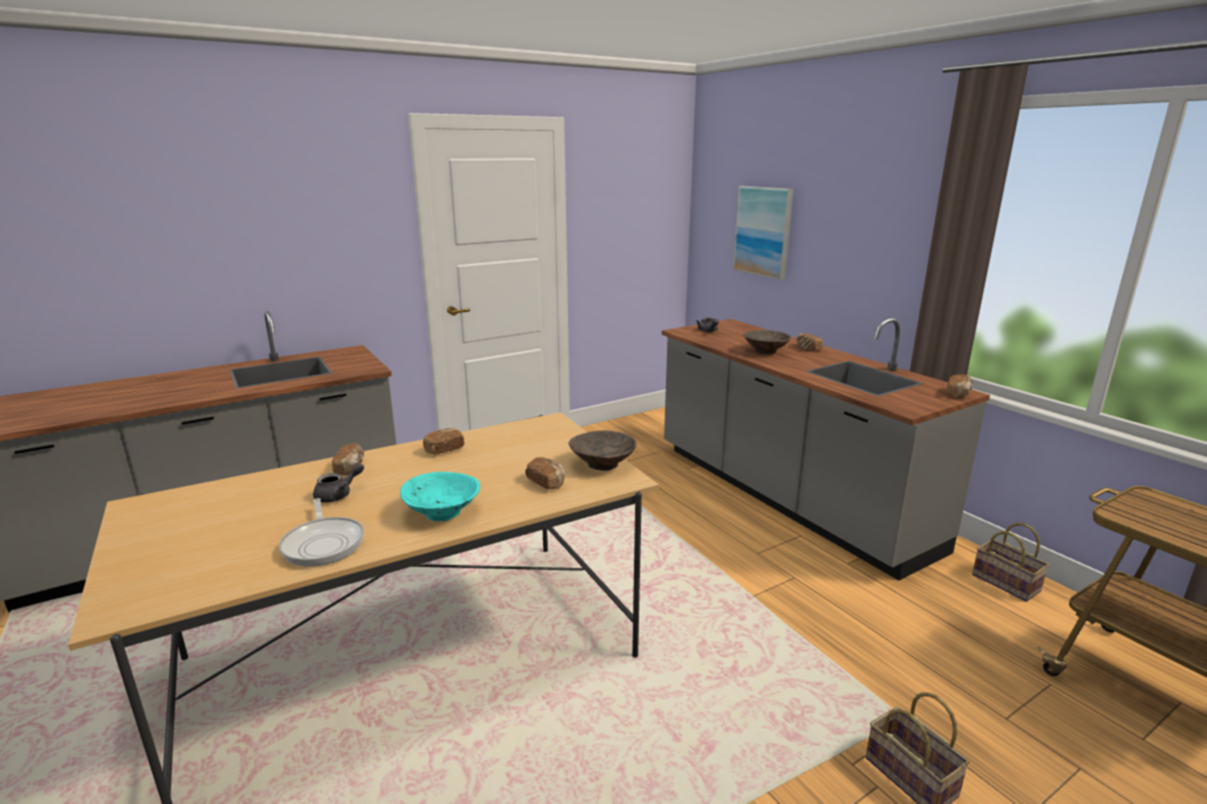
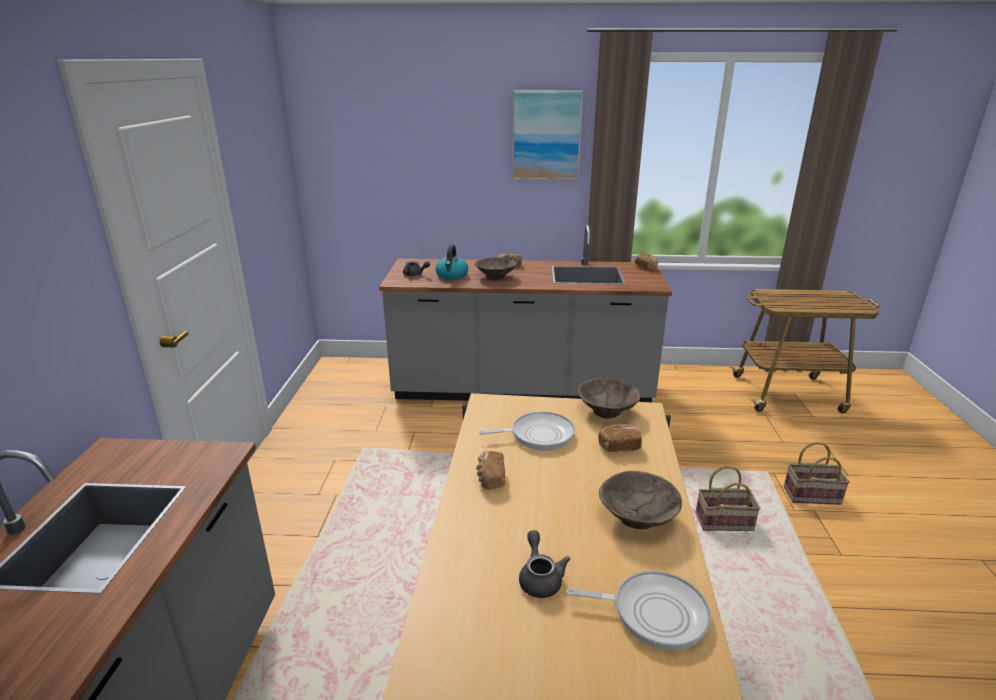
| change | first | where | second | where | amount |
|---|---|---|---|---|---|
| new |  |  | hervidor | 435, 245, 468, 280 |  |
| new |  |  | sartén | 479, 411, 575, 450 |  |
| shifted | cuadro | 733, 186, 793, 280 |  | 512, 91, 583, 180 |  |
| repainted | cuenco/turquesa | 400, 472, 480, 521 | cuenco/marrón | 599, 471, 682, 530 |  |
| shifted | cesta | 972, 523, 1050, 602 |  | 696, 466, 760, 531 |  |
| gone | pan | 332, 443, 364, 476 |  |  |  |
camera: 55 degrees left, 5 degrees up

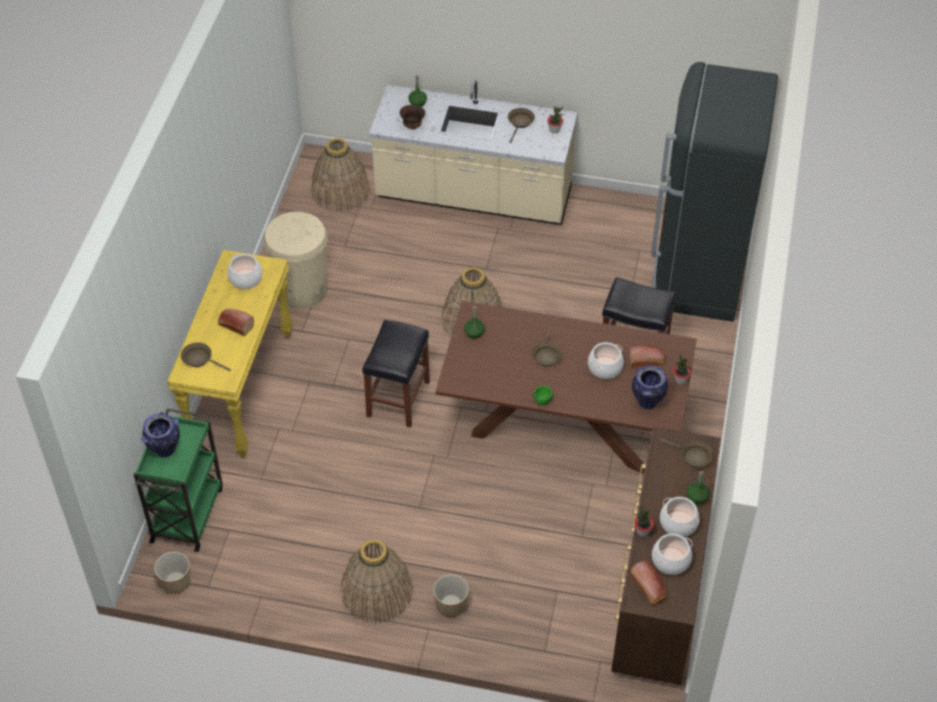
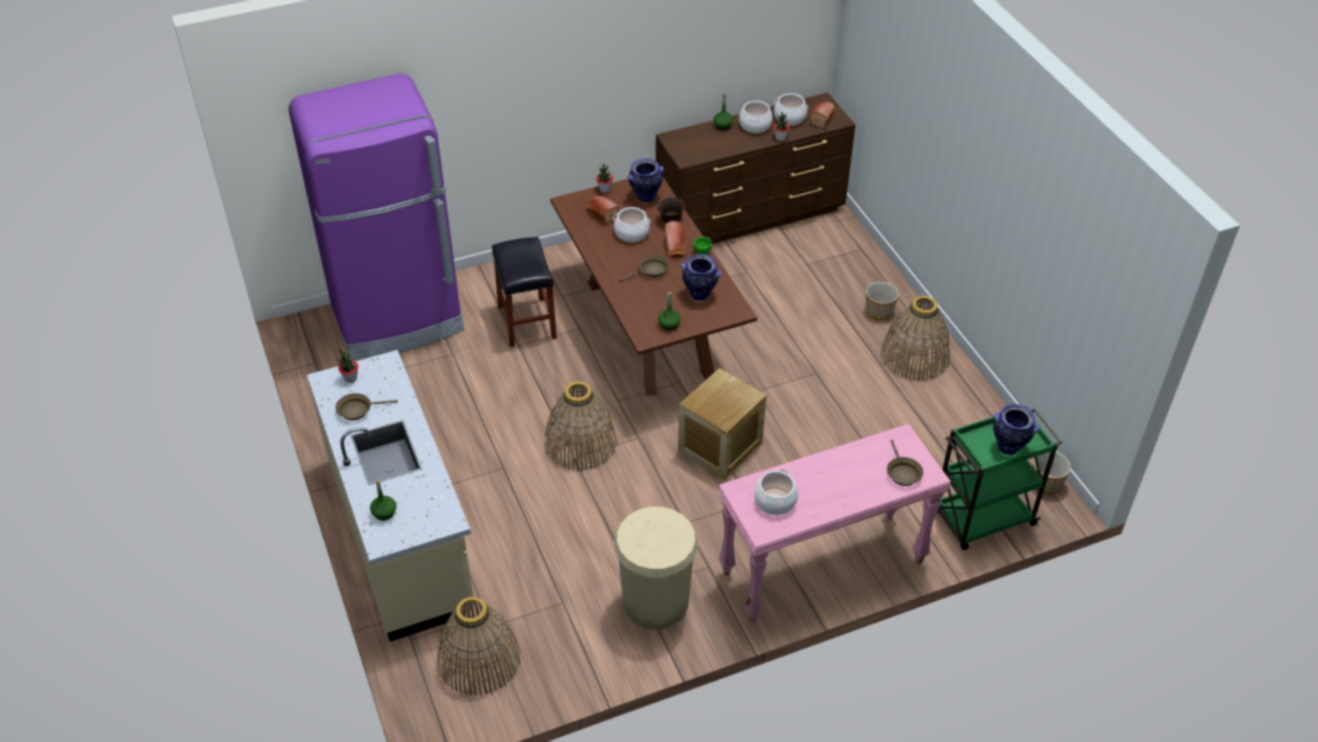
| change | first | where | second | where | amount |
|---|---|---|---|---|---|
| repainted | nevera/negro | 651, 62, 778, 322 | nevera/morado | 289, 74, 464, 360 |  |
| shifted | cuenco/marrón | 400, 105, 425, 129 |  | 657, 197, 685, 223 |  |
| shifted | pan | 218, 309, 254, 336 |  | 665, 221, 686, 258 |  |
| swapped | taburete/negro | 362, 320, 430, 428 | caja de embalaje | 678, 368, 767, 480 |  |
| new |  |  | florero | 681, 254, 721, 301 |  |
| repainted | mesa consola/amarillo | 167, 250, 293, 458 | mesa consola/rosa | 719, 424, 951, 623 |  |
| gone | sartén/marrón | 660, 438, 714, 468 |  |  |  |
camera: 125 degrees left, 5 degrees down

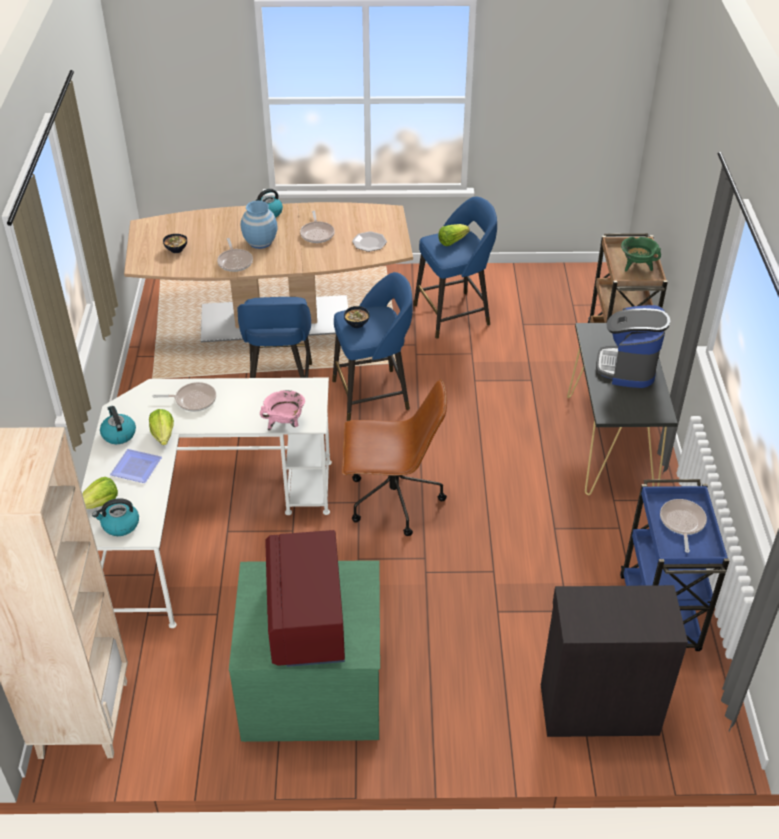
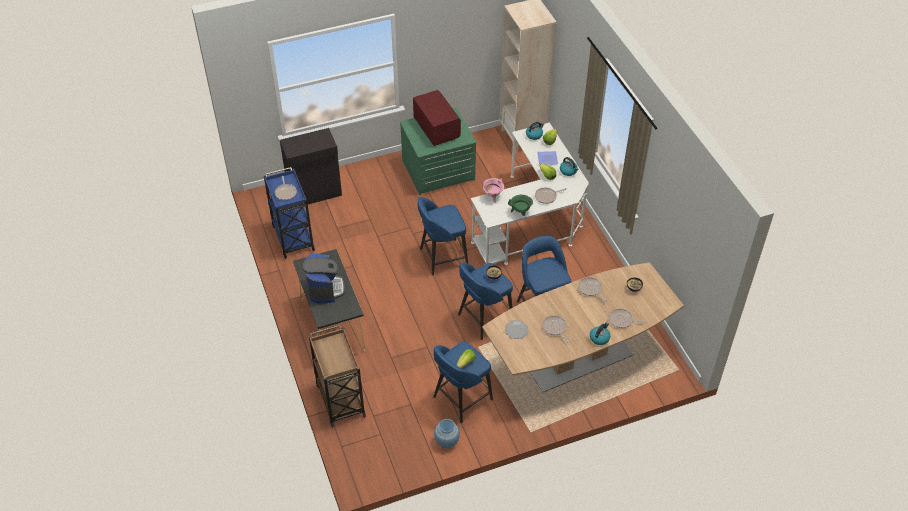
| change | first | where | second | where | amount |
|---|---|---|---|---|---|
| swapped | silla de oficina/marrón | 342, 379, 447, 536 | taburete/azul | 418, 197, 468, 275 |  |
| shifted | florero/azul | 241, 201, 278, 249 |  | 434, 419, 460, 448 |  |
| shifted | olla/verde | 621, 237, 661, 271 |  | 508, 195, 533, 216 |  |
| new |  |  | sartén | 609, 308, 647, 328 |  |
camera: 160 degrees right, 5 degrees up

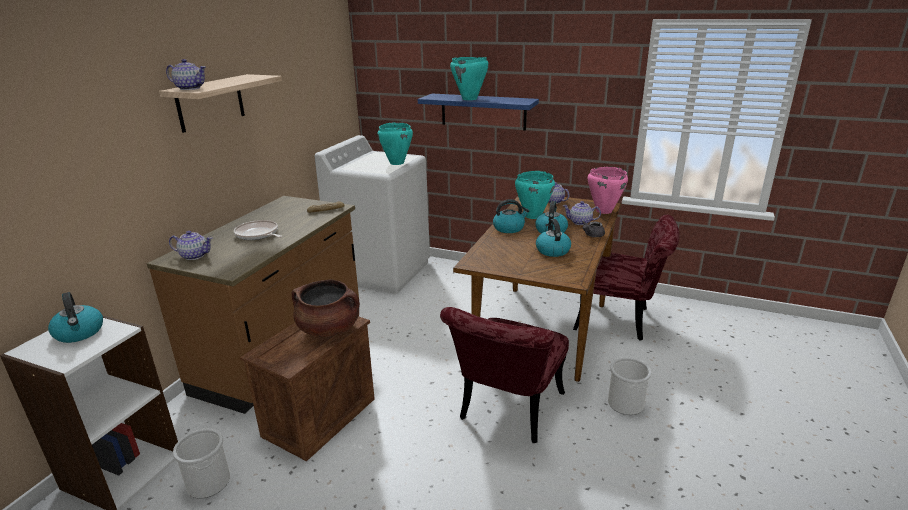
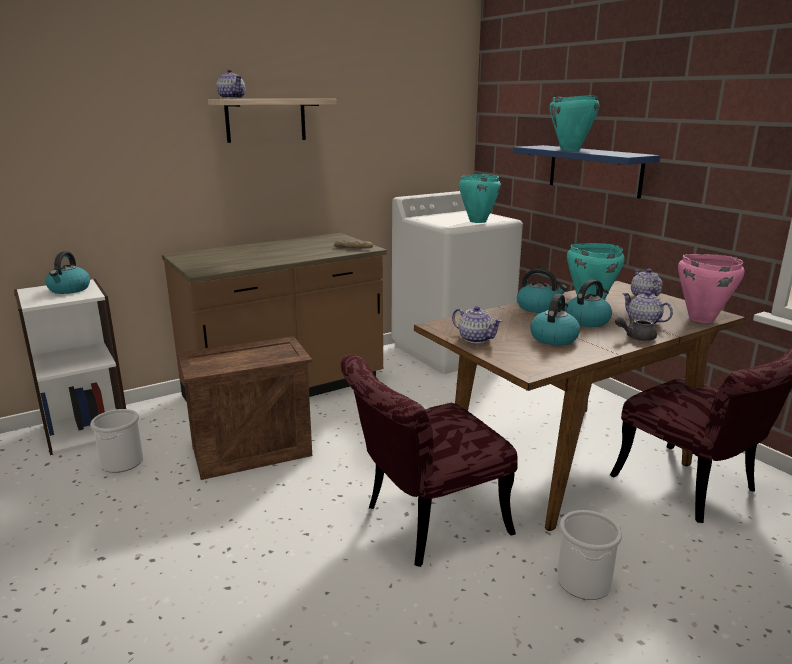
| change | first | where | second | where | amount |
|---|---|---|---|---|---|
| shifted | tetera | 169, 231, 213, 260 |  | 452, 306, 503, 343 |  |
| gone | sartén | 234, 220, 282, 240 |  |  |  |
| gone | olla/marrón | 292, 280, 360, 337 |  |  |  |
camera: 35 degrees right, 5 degrees down

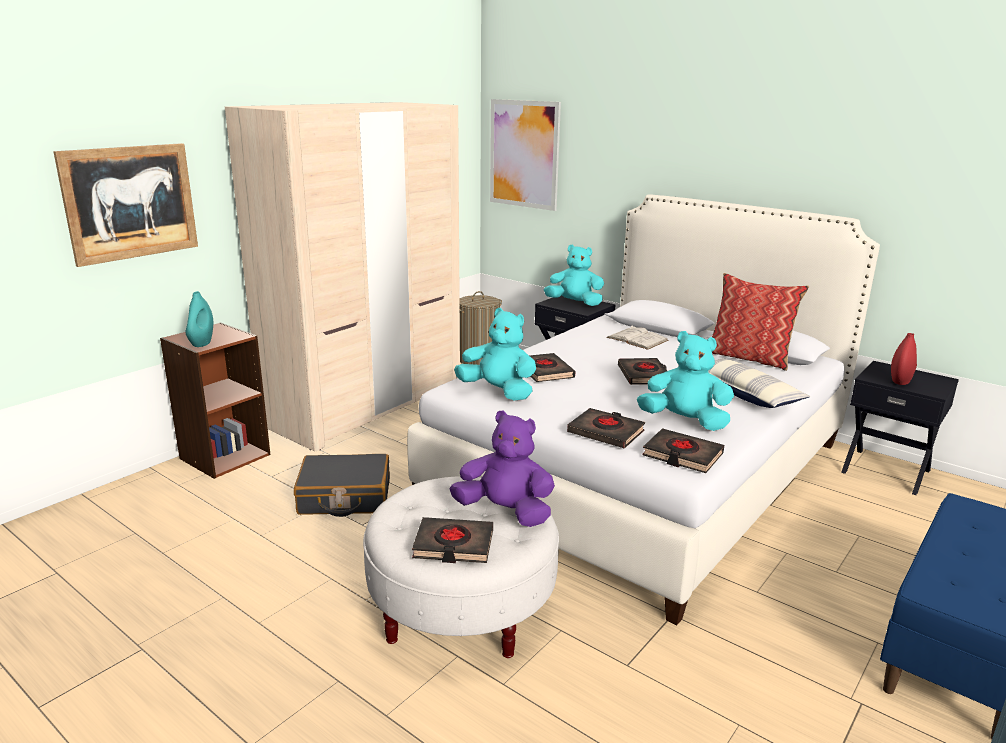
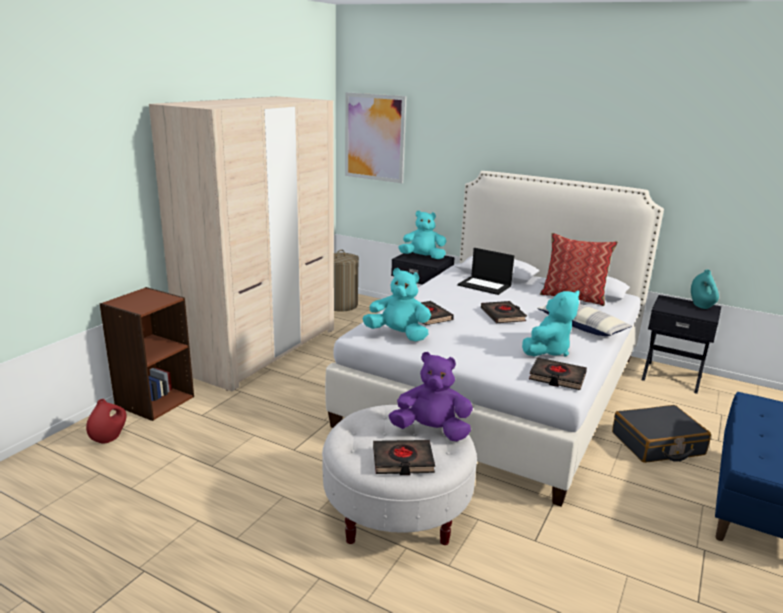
| change | first | where | second | where | amount |
|---|---|---|---|---|---|
| shifted | florero/rojo | 891, 333, 917, 385 |  | 86, 399, 126, 444 |  |
| swapped | libro/blanco | 606, 326, 669, 350 | portátil | 458, 248, 514, 295 |  |
| rotated | peluche/turquesa | 637, 331, 734, 431 |  | 522, 290, 579, 357 | 120 degrees clockwise |
| shifted | maleta/negro | 294, 454, 390, 517 |  | 612, 405, 711, 463 |  |
| shifted | florero/turquesa | 185, 291, 213, 347 |  | 691, 269, 719, 309 |  |
| gone | cuadro | 53, 143, 198, 267 |  |  |  |
| gone | libro/negro | 567, 408, 645, 449 |  |  |  |
camera: 10 degrees left, 0 degrees up

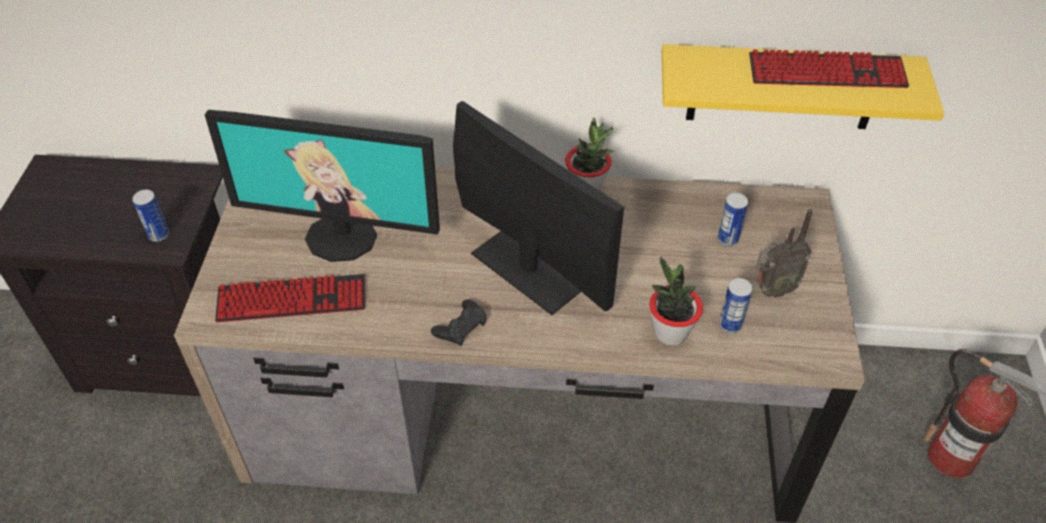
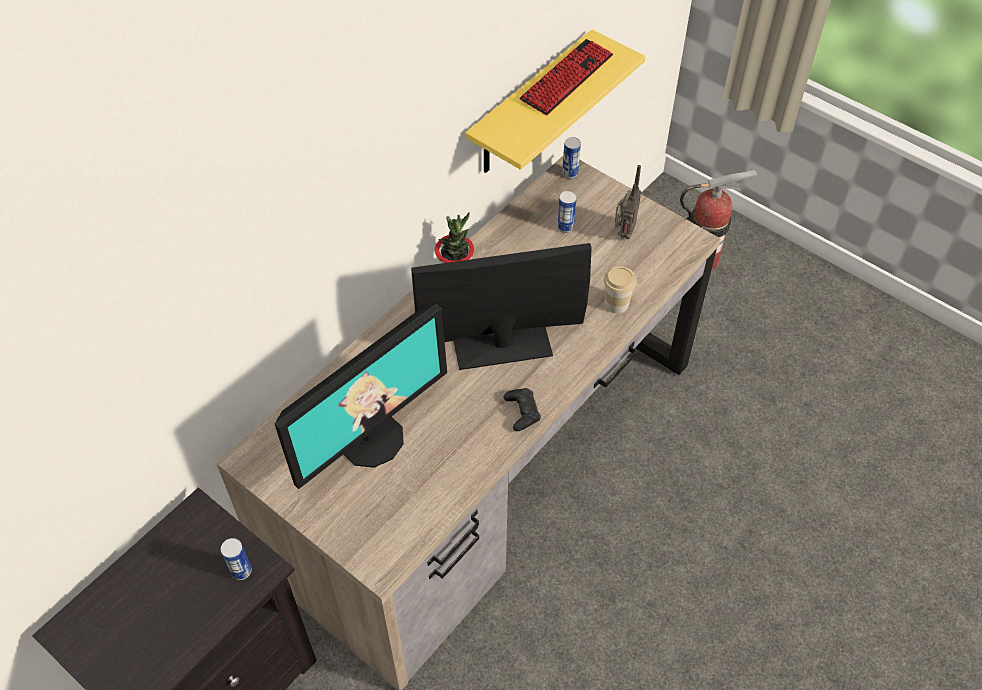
| change | first | where | second | where | amount |
|---|---|---|---|---|---|
| shifted | lata | 719, 278, 752, 333 |  | 562, 137, 581, 179 |  |
| swapped | planta en maceta | 649, 256, 703, 346 | taza | 604, 266, 637, 313 |  |
| gone | teclado | 215, 274, 366, 322 |  |  |  |
camera: 55 degrees left, 5 degrees up

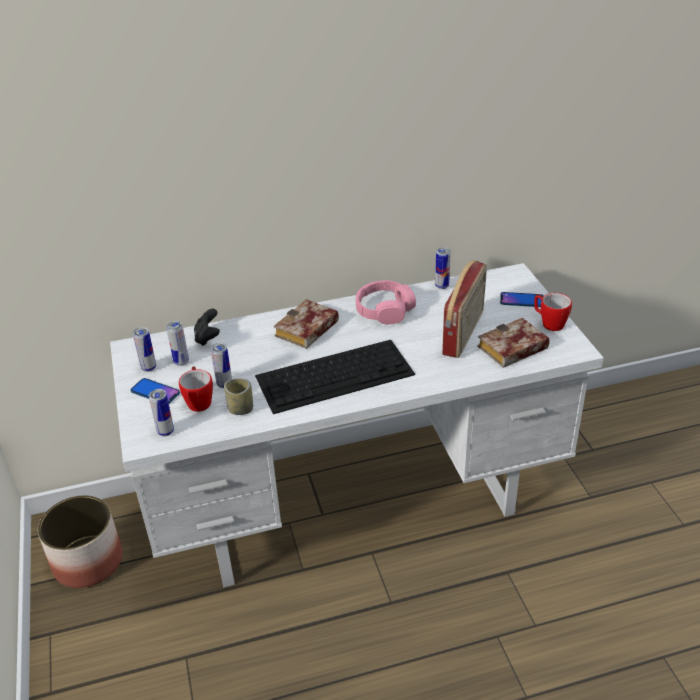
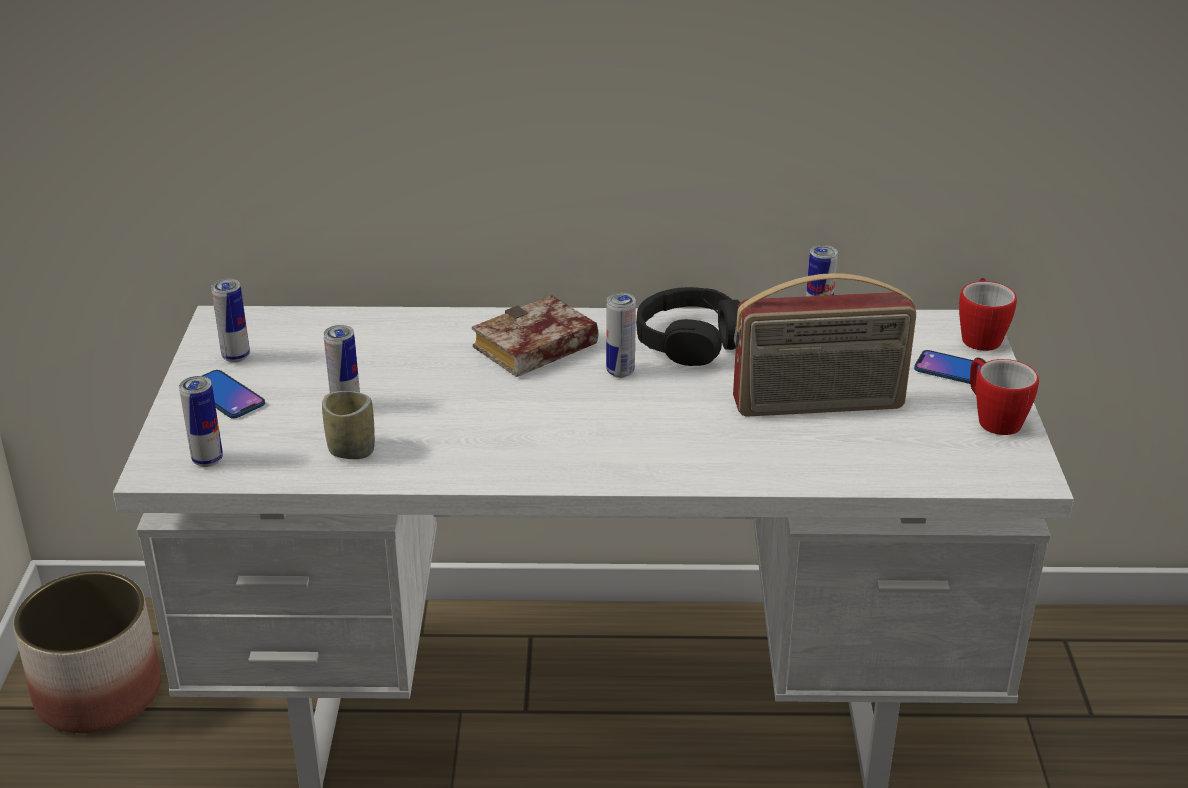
| change | first | where | second | where | amount |
|---|---|---|---|---|---|
| shifted | lata | 166, 321, 189, 366 |  | 606, 293, 636, 378 |  |
| repainted | auriculares/rosa | 356, 280, 416, 324 | auriculares/negro | 636, 287, 741, 366 |  |
| rotated | radio | 442, 260, 487, 358 |  | 733, 273, 916, 417 | 45 degrees clockwise |
| shifted | taza grande | 179, 366, 213, 412 |  | 959, 278, 1017, 351 |  |
| gone | mando de consola/negro | 194, 309, 220, 346 |  |  |  |
| gone | teclado | 255, 340, 415, 414 |  |  |  |
| gone | libro | 478, 318, 550, 368 |  |  |  |
camera: 15 degrees right, 5 degrees down

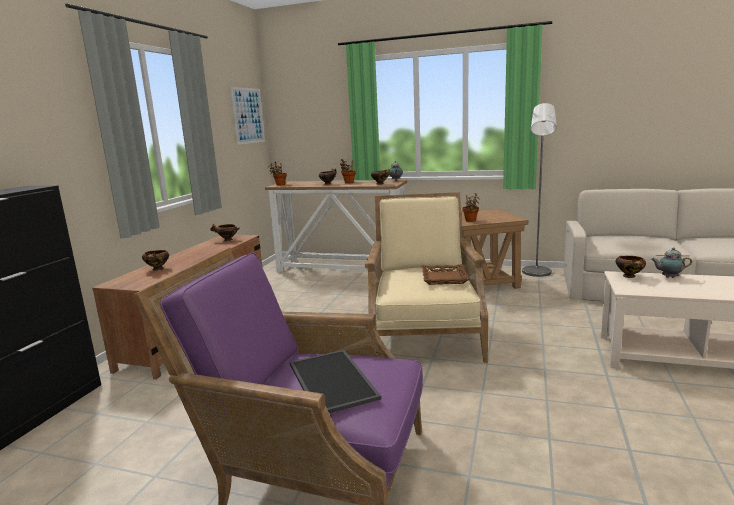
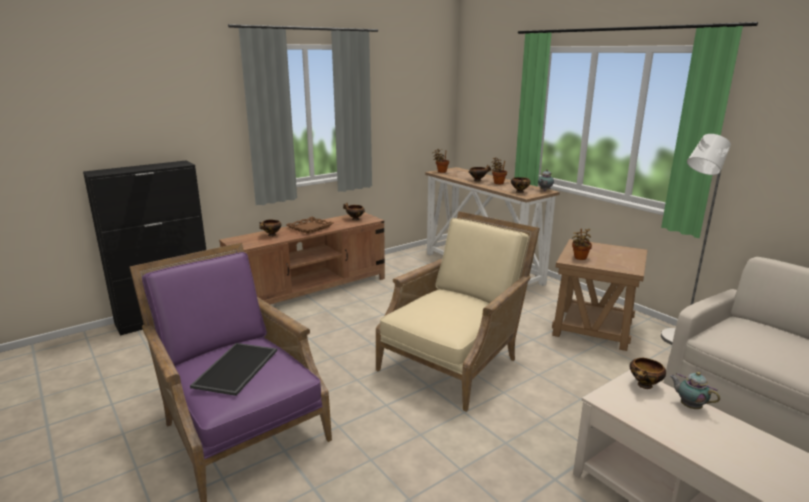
| change | first | where | second | where | amount |
|---|---|---|---|---|---|
| shifted | bandeja/marrón | 422, 264, 469, 285 |  | 286, 217, 333, 234 |  |
| gone | cuadro | 231, 87, 265, 145 |  |  |  |
camera: 35 degrees right, 5 degrees up

